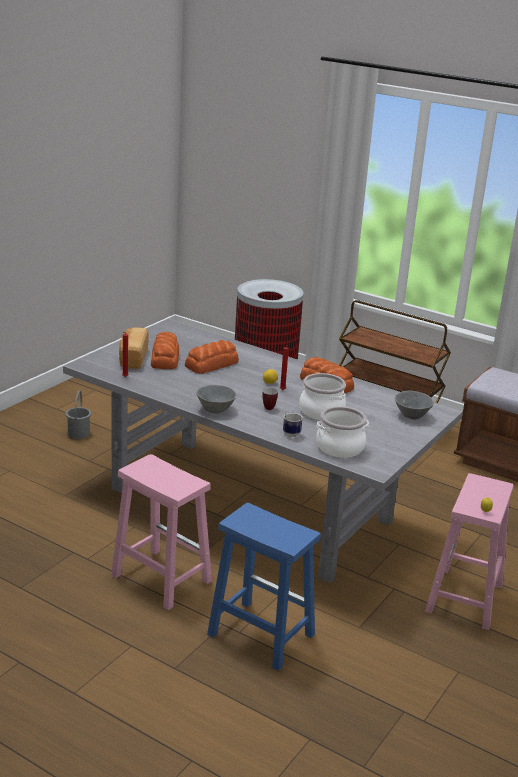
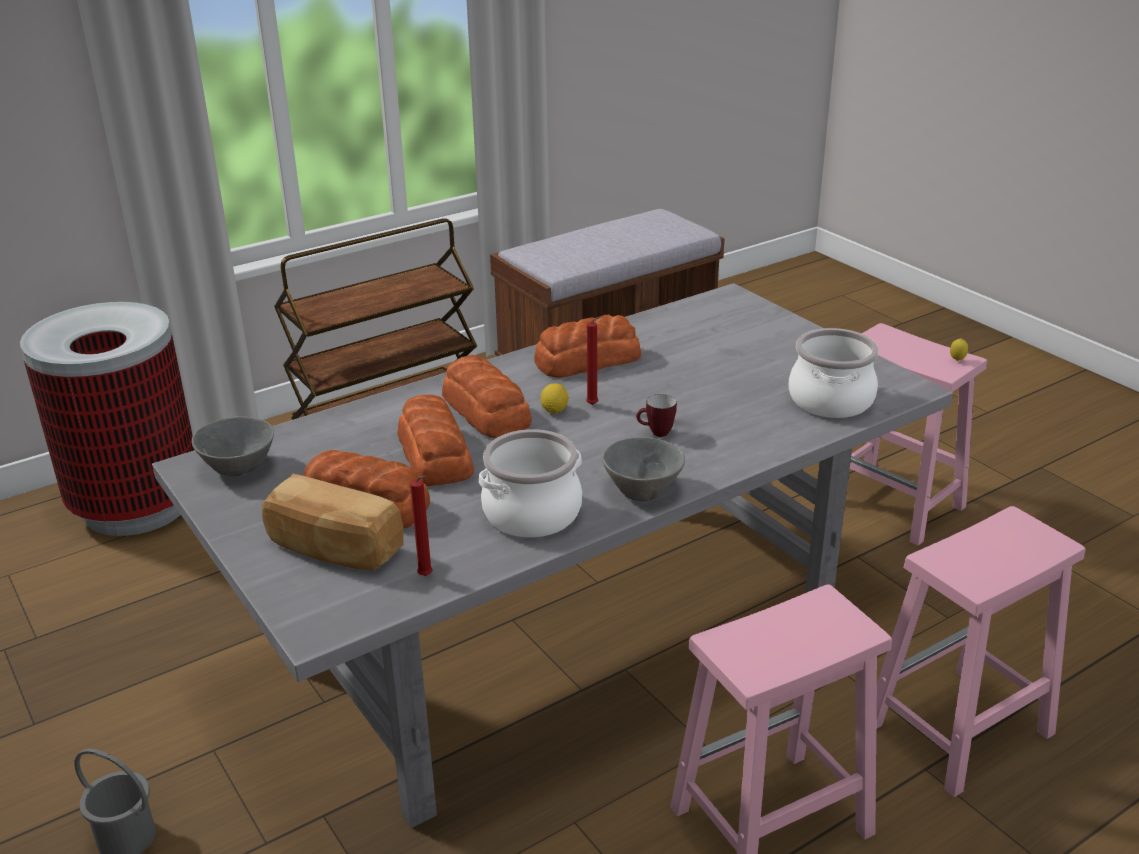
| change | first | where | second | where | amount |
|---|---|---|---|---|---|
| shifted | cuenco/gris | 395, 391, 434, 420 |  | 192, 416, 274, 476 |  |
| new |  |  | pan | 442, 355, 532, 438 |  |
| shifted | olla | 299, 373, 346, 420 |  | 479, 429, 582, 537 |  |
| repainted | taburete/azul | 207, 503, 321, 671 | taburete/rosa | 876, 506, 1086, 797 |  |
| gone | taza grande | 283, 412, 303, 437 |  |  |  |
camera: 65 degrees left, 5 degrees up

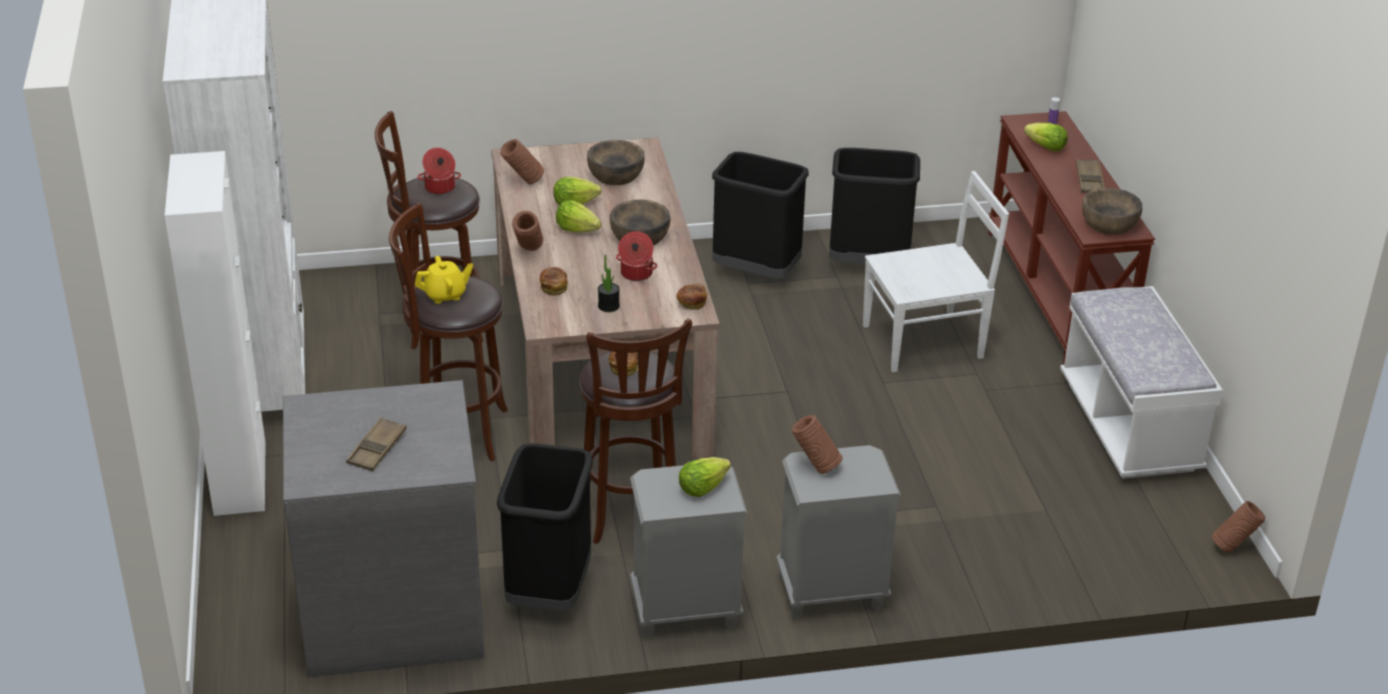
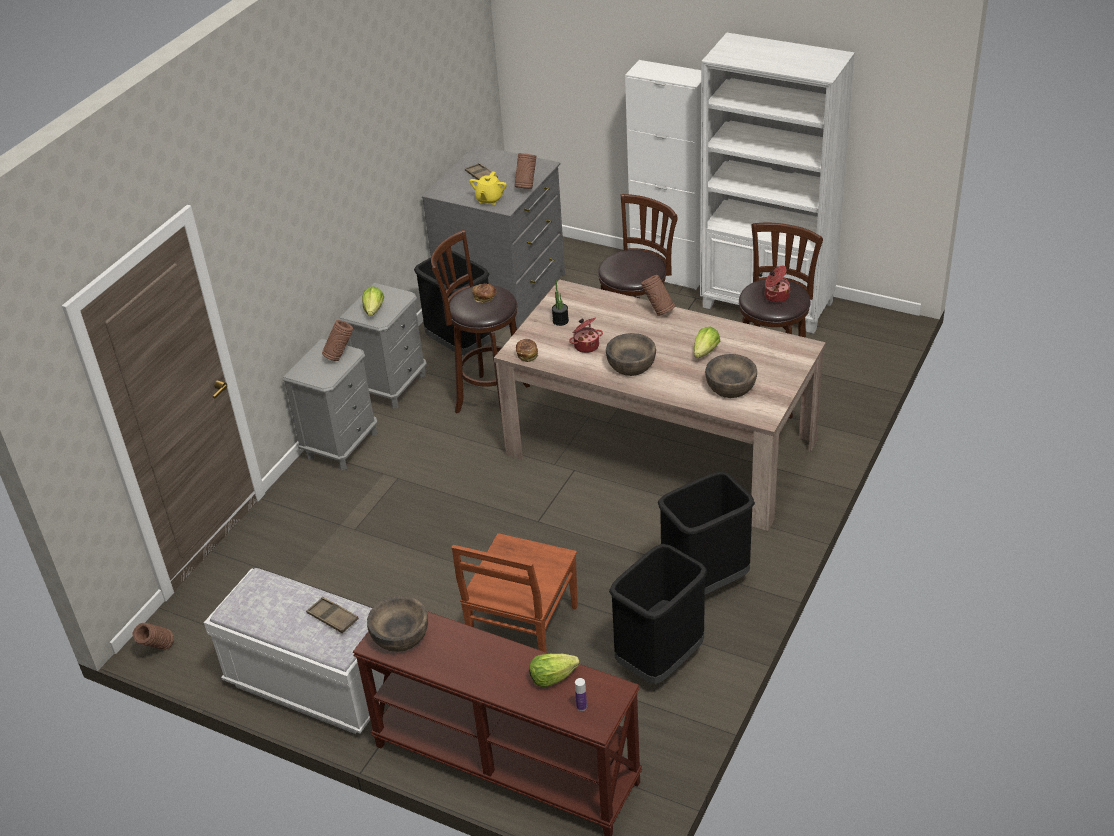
| change | first | where | second | where | amount |
|---|---|---|---|---|---|
| shifted | bandeja/marrón | 1076, 159, 1104, 193 |  | 306, 597, 359, 633 |  |
| repainted | silla/blanco | 863, 171, 1009, 372 | silla/marrón | 452, 533, 578, 652 |  |
| shifted | tetera/amarillo | 415, 256, 473, 304 |  | 470, 171, 507, 205 |  |
| shifted | florero/marrón | 500, 139, 544, 184 |  | 515, 153, 536, 189 |  |
| gone | pan | 540, 267, 568, 296 |  |  |  |
| gone | lechuga | 556, 200, 601, 233 |  |  |  |
camera: 130 degrees right, 5 degrees up

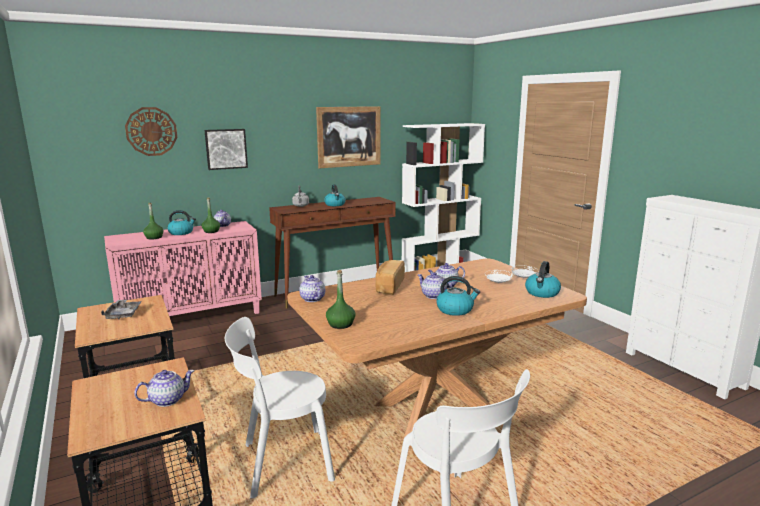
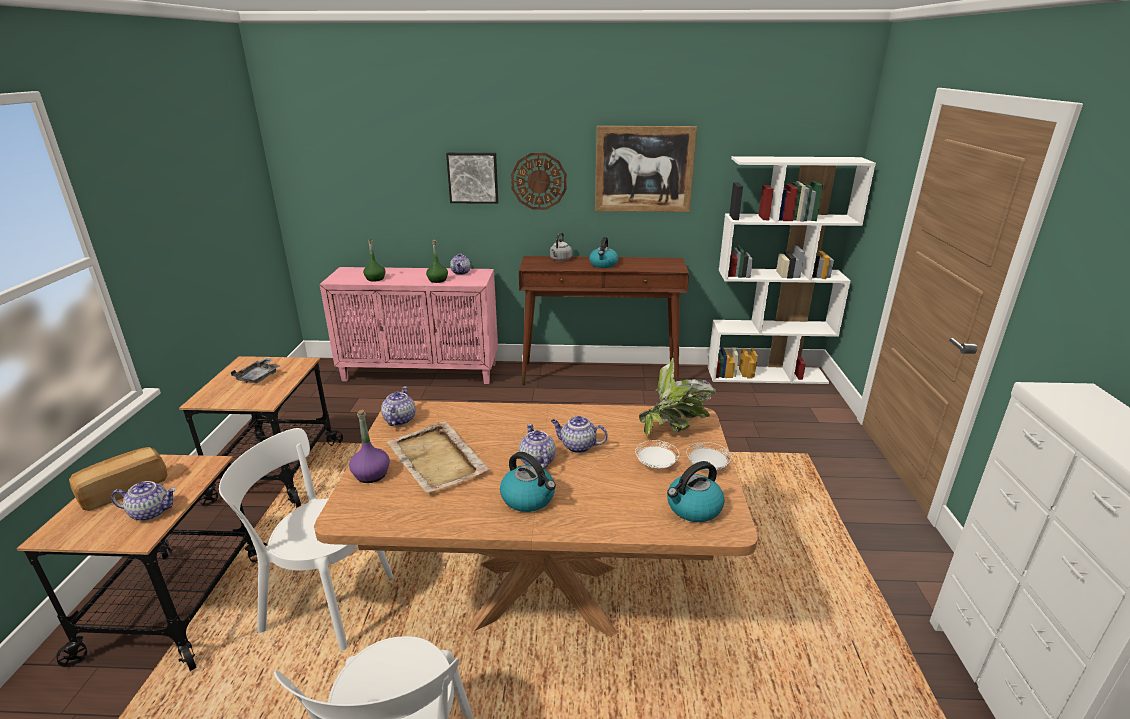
| change | first | where | second | where | amount |
|---|---|---|---|---|---|
| shifted | pan | 375, 260, 405, 295 |  | 69, 447, 168, 511 |  |
| repainted | botella/verde | 326, 270, 356, 329 | botella/morado | 349, 410, 390, 483 |  |
| new |  |  | bandeja/beis | 386, 421, 490, 494 |  |
| shifted | reloj de pared | 125, 107, 177, 156 |  | 511, 153, 567, 210 |  |
| new |  |  | planta en maceta | 639, 355, 716, 436 |  |
| gone | hervidor | 167, 210, 196, 235 |  |  |  |
camera: 30 degrees right, 10 degrees up

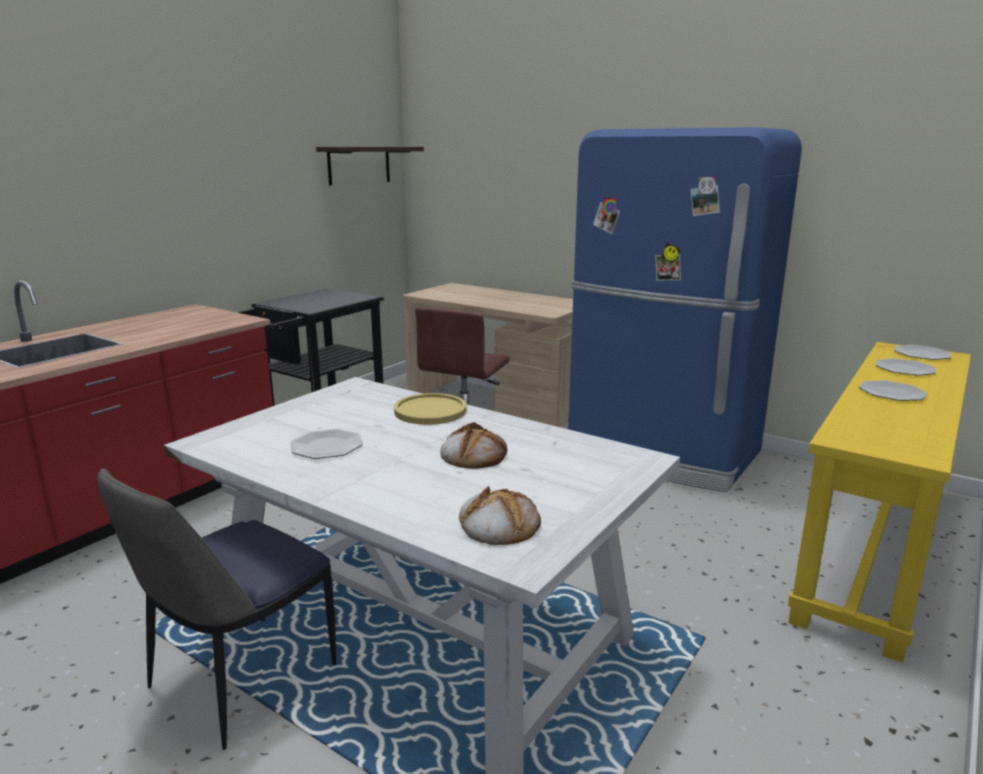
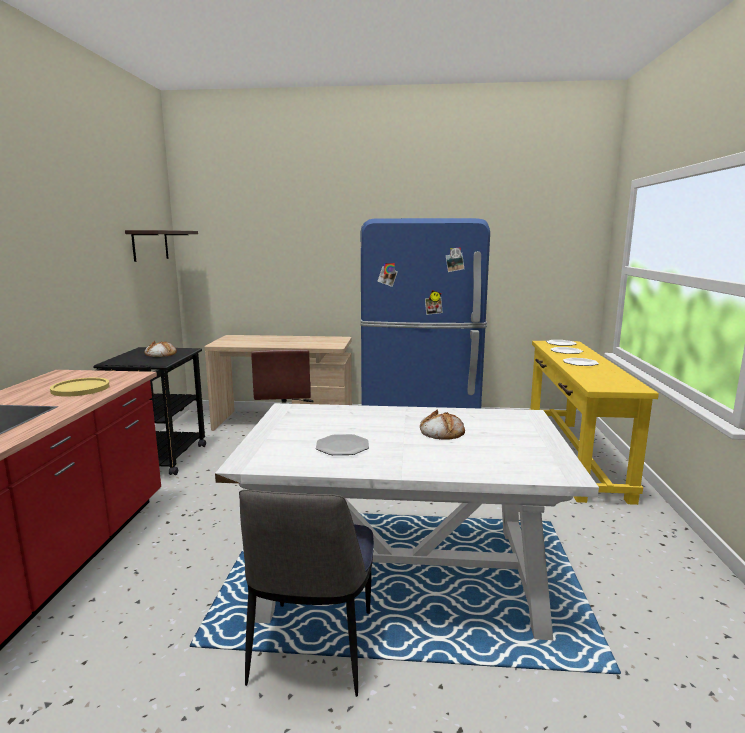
| change | first | where | second | where | amount |
|---|---|---|---|---|---|
| shifted | plato/amarillo | 394, 393, 467, 425 |  | 50, 378, 110, 397 |  |
| shifted | pan | 459, 486, 541, 545 |  | 144, 341, 177, 357 |  |
camera: 30 degrees left, 5 degrees down

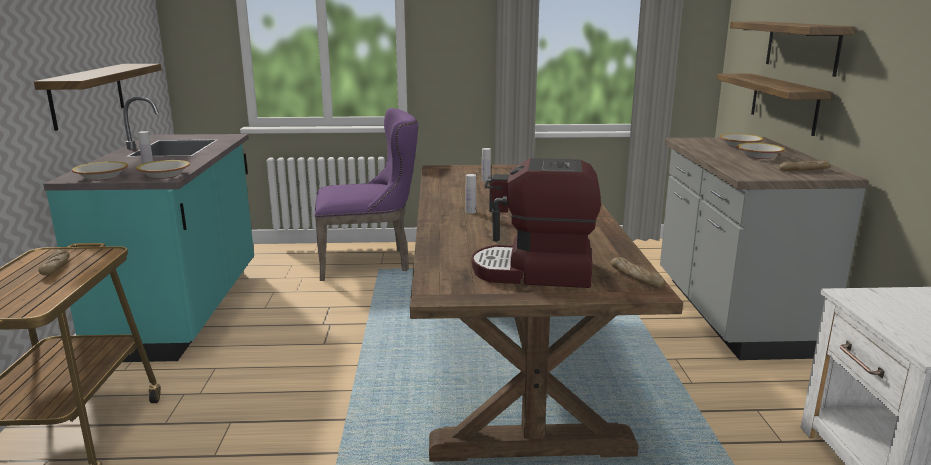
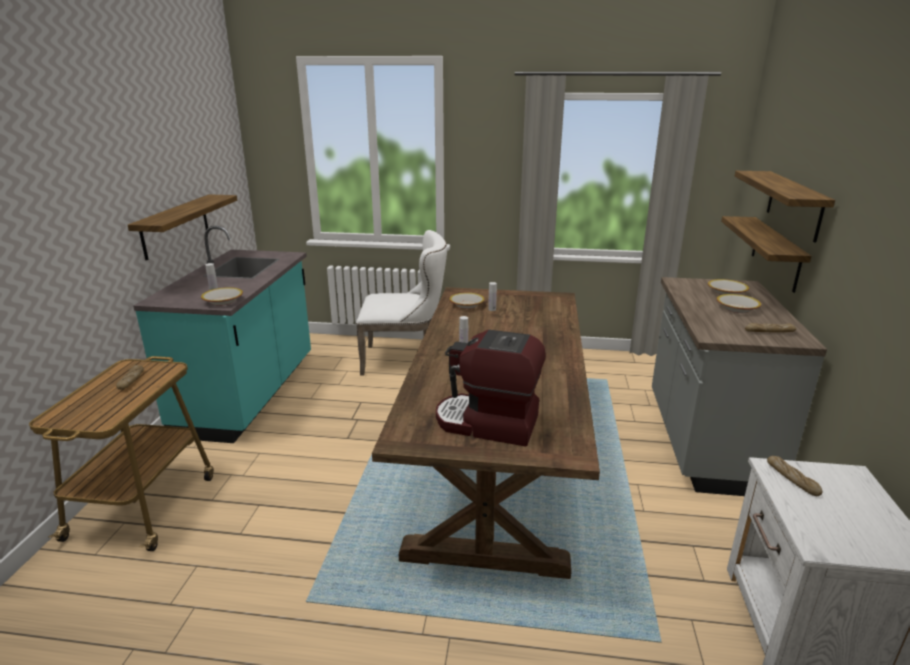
| change | first | where | second | where | amount |
|---|---|---|---|---|---|
| repainted | silla/morado | 314, 108, 418, 281 | silla/blanco | 356, 230, 447, 376 |  |
| shifted | cuenco | 72, 161, 128, 181 |  | 449, 293, 485, 309 |  |
| shifted | pan | 611, 257, 665, 288 |  | 767, 456, 823, 496 |  |
camera: 10 degrees right, 5 degrees up

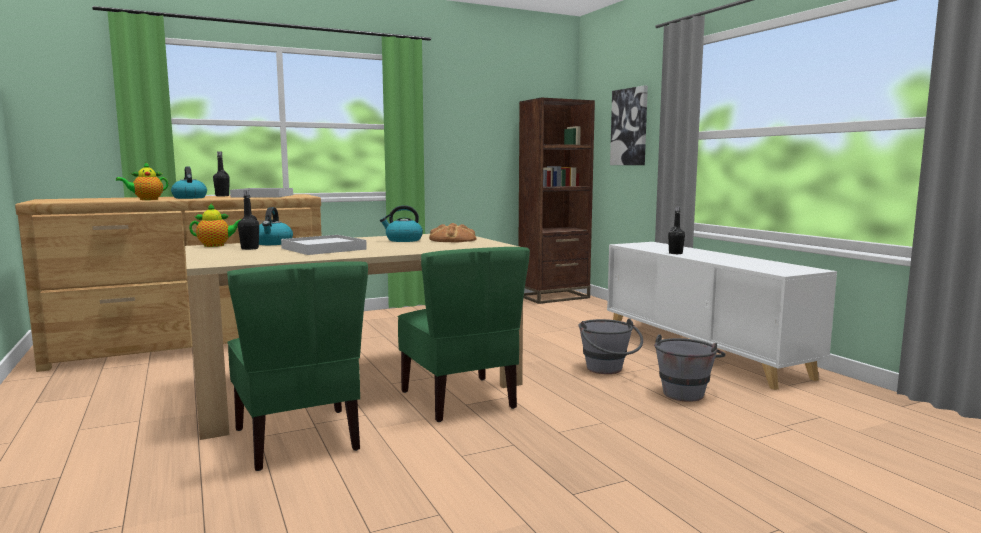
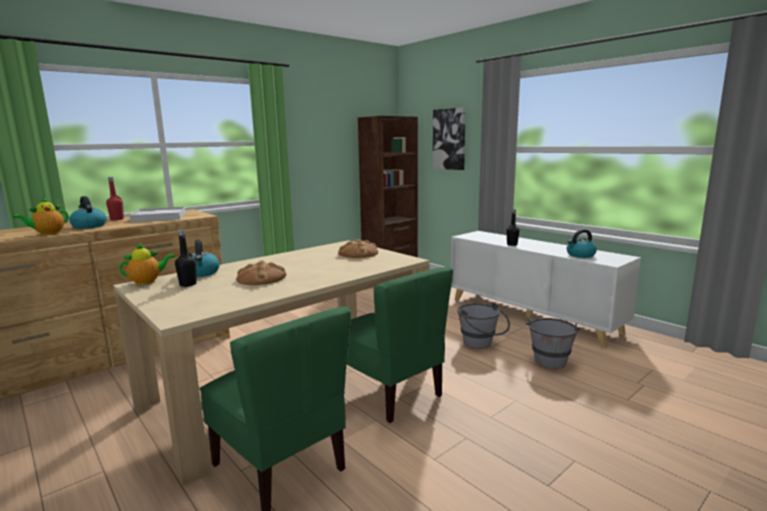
| change | first | where | second | where | amount |
|---|---|---|---|---|---|
| repainted | botella/negro | 213, 152, 230, 196 | botella/rojo | 106, 177, 124, 220 |  |
| swapped | bandeja/blanco | 281, 235, 367, 255 | pan | 237, 260, 286, 285 |  |
| shifted | hervidor | 380, 205, 423, 242 |  | 567, 229, 597, 258 |  |
camera: 15 degrees left, 5 degrees up

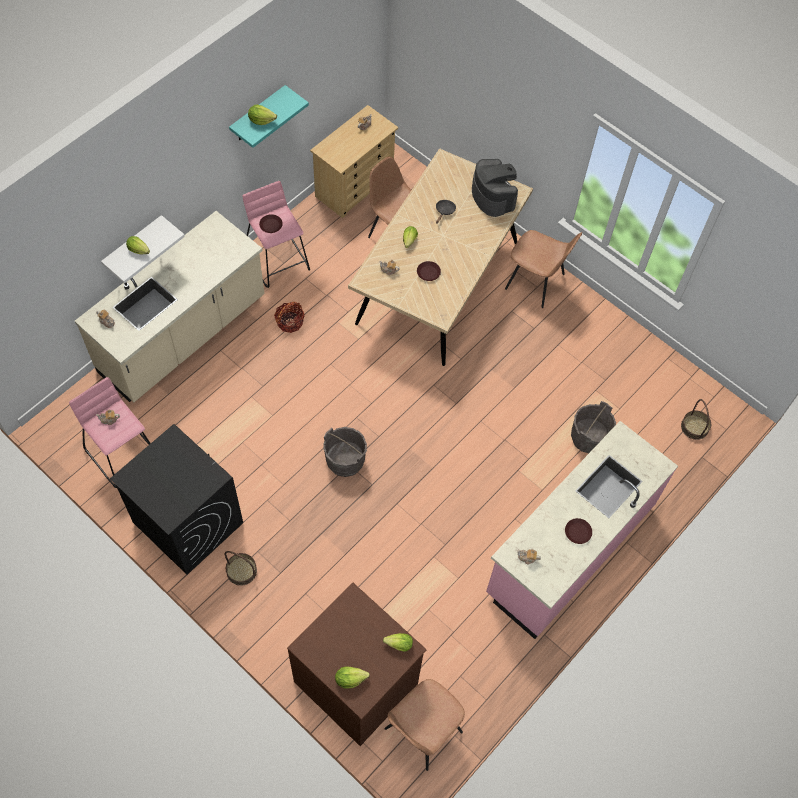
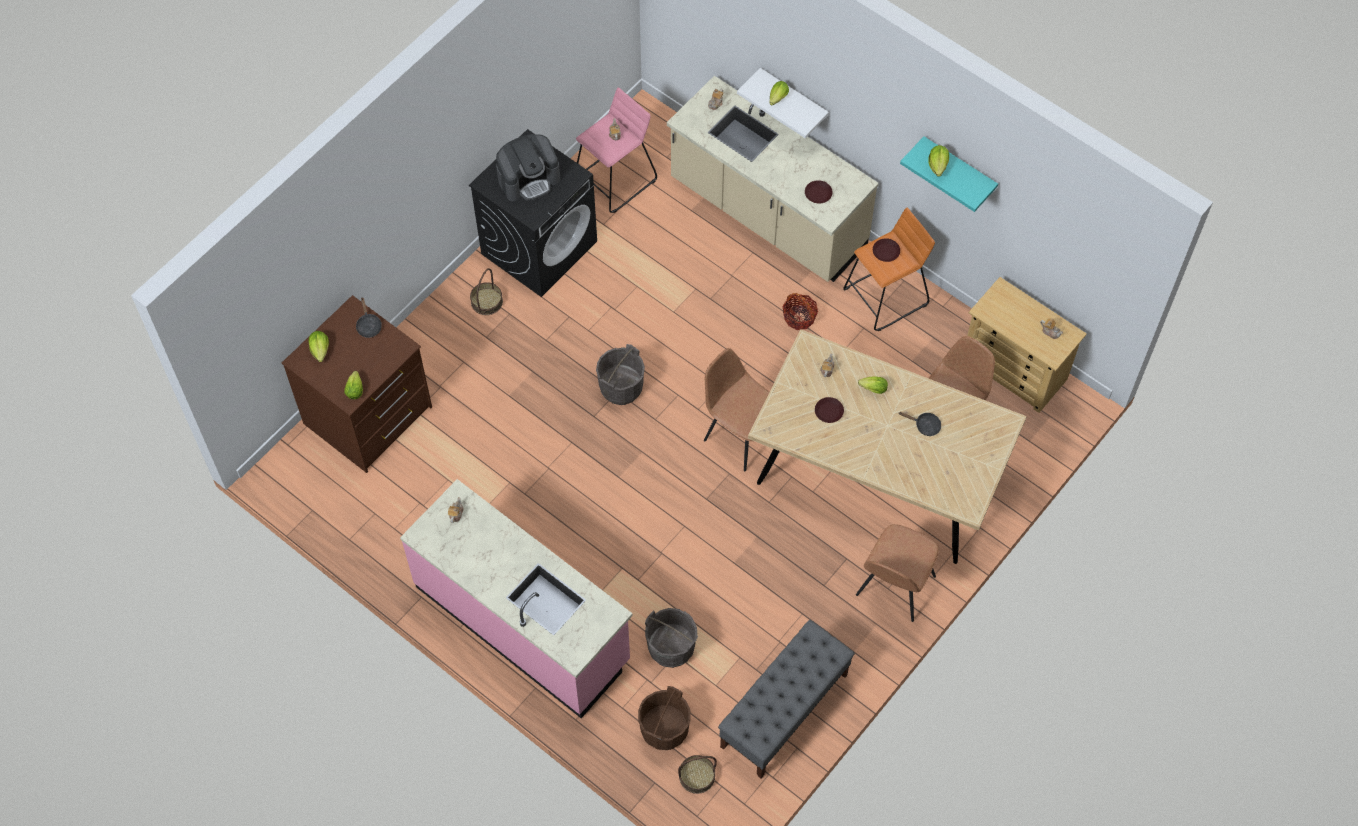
| change | first | where | second | where | amount |
|---|---|---|---|---|---|
| new |  |  | sartén/negro | 356, 298, 382, 338 |  |
| shifted | cafetera | 472, 159, 518, 217 |  | 496, 134, 560, 201 |  |
| new |  |  | cubo/marrón | 638, 686, 691, 750 |  |
| shifted | silla/marrón | 385, 679, 465, 771 |  | 704, 348, 769, 471 |  |
| new |  |  | banco/gris | 718, 620, 855, 779 |  |
| shifted | plato/marrón | 565, 518, 592, 544 |  | 805, 180, 833, 203 |  |
| repainted | taburete/rosa | 242, 181, 310, 288 | taburete/naranja | 843, 208, 935, 331 |  |
camera: 90 degrees right, 0 degrees up

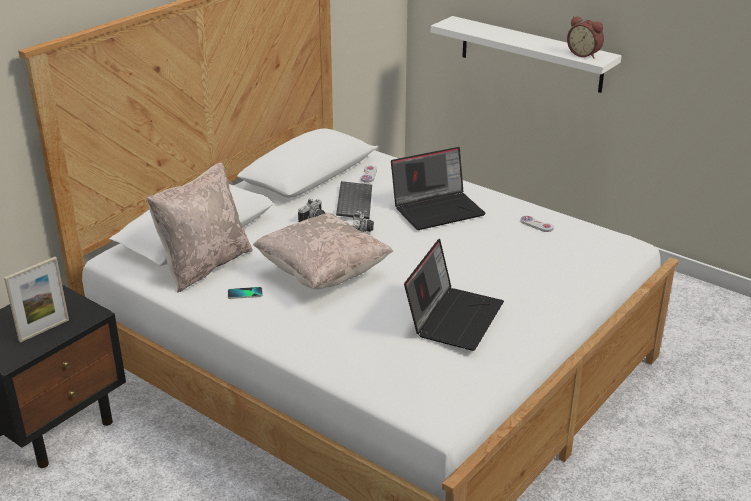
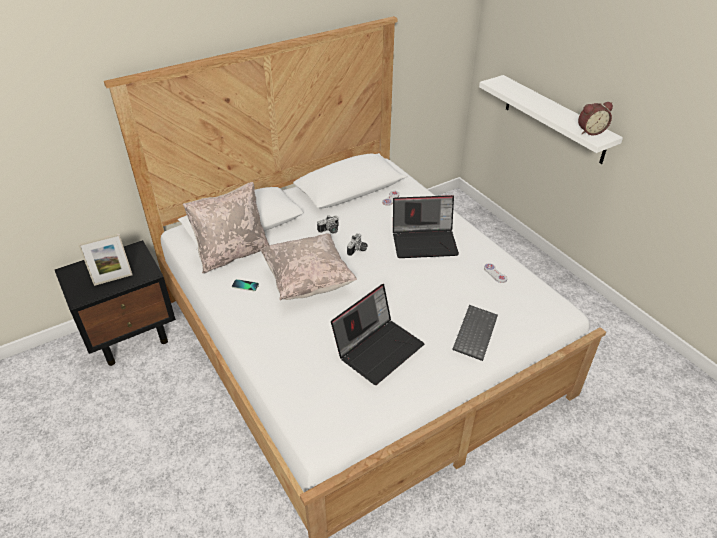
| change | first | where | second | where | amount |
|---|---|---|---|---|---|
| shifted | teclado | 336, 181, 372, 219 |  | 452, 305, 498, 361 |  |
| rotated | despertador | 567, 16, 604, 59 |  | 578, 102, 613, 136 | 75 degrees counterclockwise |
camera: 20 degrees right, 10 degrees up

